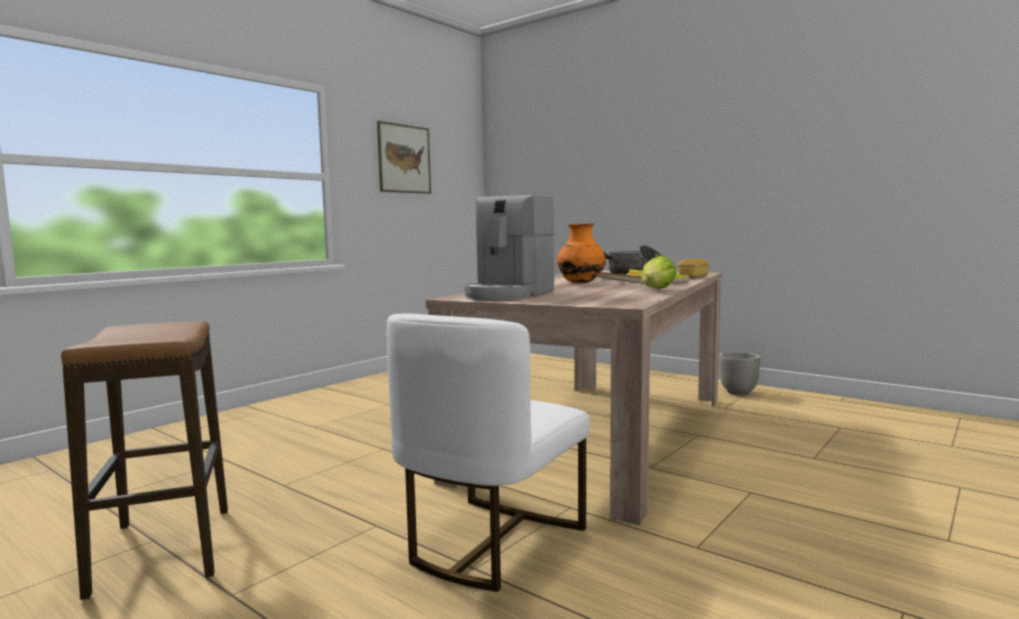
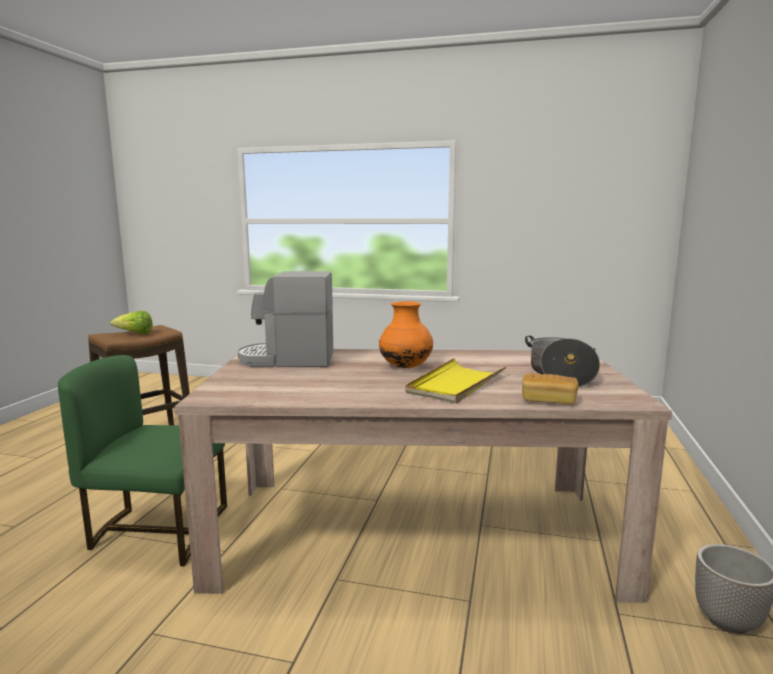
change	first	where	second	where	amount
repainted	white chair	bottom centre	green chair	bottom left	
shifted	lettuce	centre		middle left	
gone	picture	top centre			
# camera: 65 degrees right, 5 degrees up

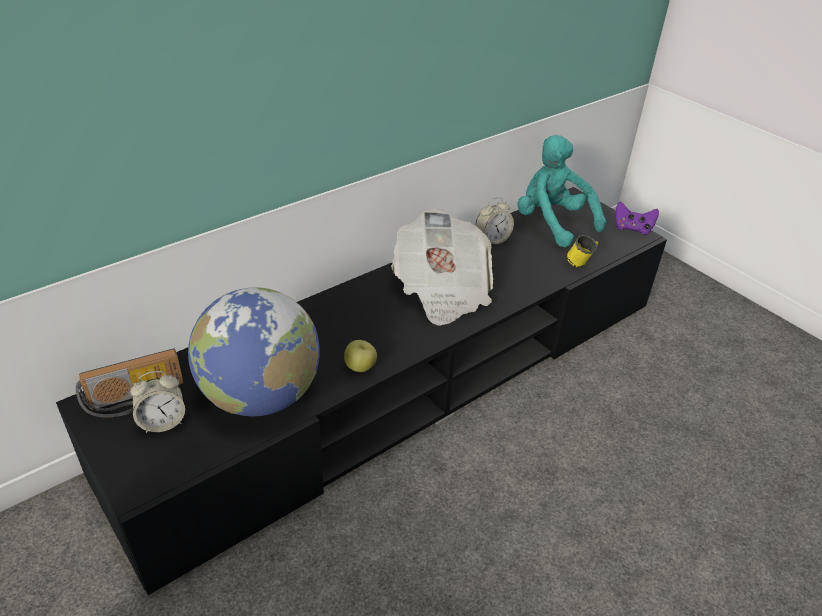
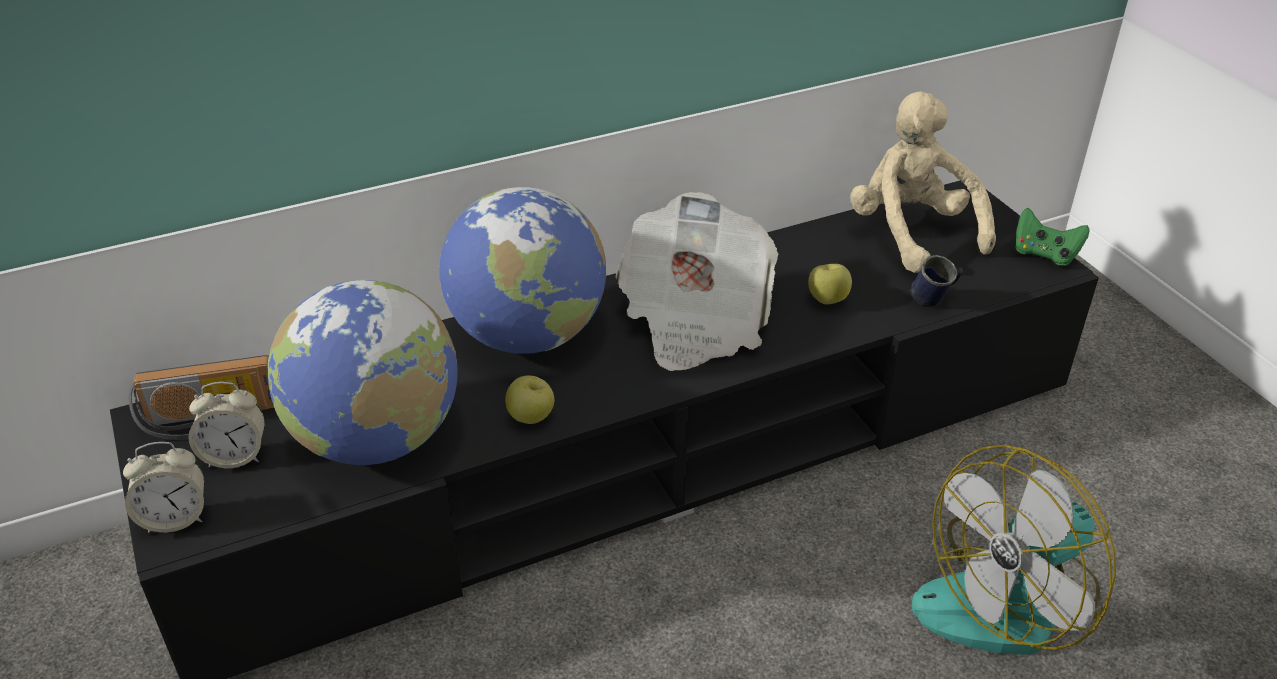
change	first	where	second	where	amount
shifted	alarm clock (no. 2 from left in the first image)	centre	alarm clock (no. 1 from left)	bottom left	
new			globe (no. 2 from left)	centre	
new			apple (no. 2 from left)	centre	
repainted	turquoise plush toy	top right	beige plush toy	top right	
repainted	yellow mug	middle right	blue mug	middle right	
new			fan	bottom right	
repainted	purple game controller	middle right	green game controller	middle right	
# camera: 15 degrees right, 0 degrees up

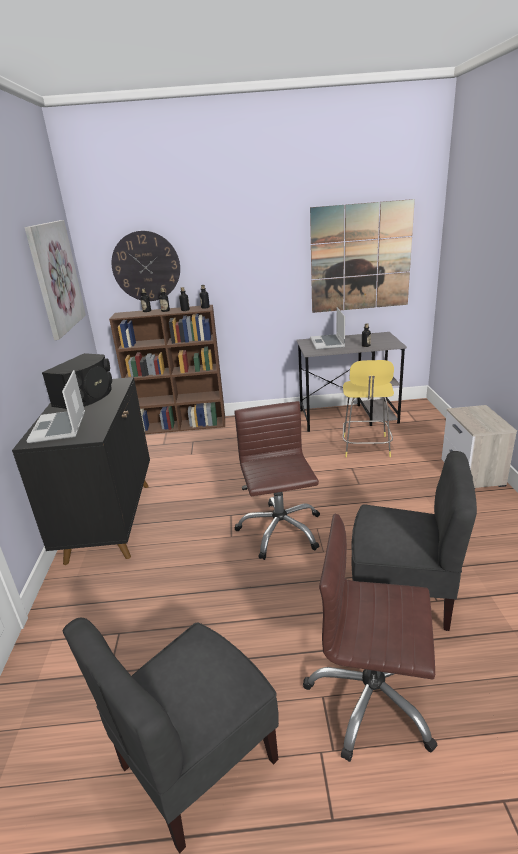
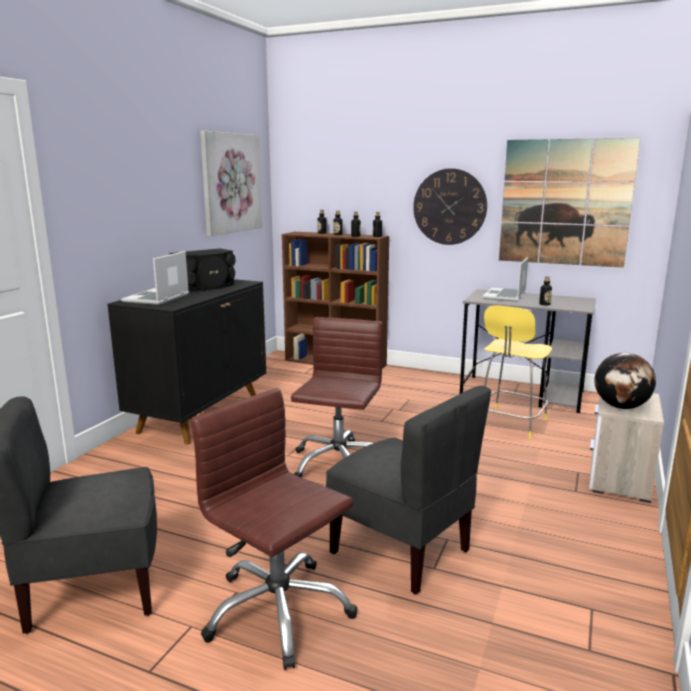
change	first	where	second	where	amount
shifted	wall clock	top left		top centre	
new			globe	middle right	
# camera: 25 degrees right, 10 degrees down

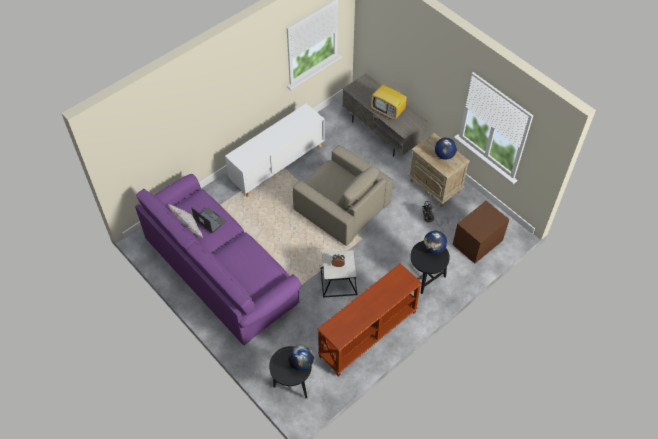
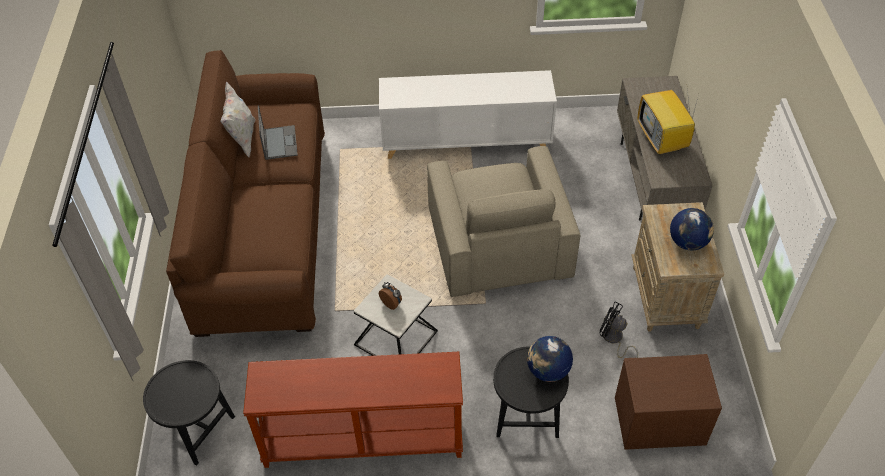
change	first	where	second	where	amount
repainted	purple sofa	middle left	brown sofa	middle left	
gone	globe (no. 1 from left)	bottom centre			
# camera: 40 degrees right, 5 degrees down

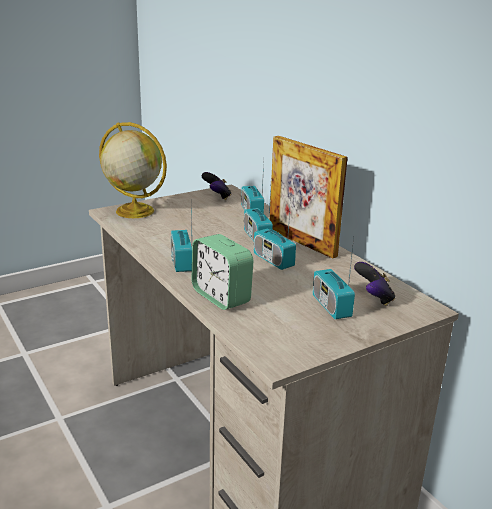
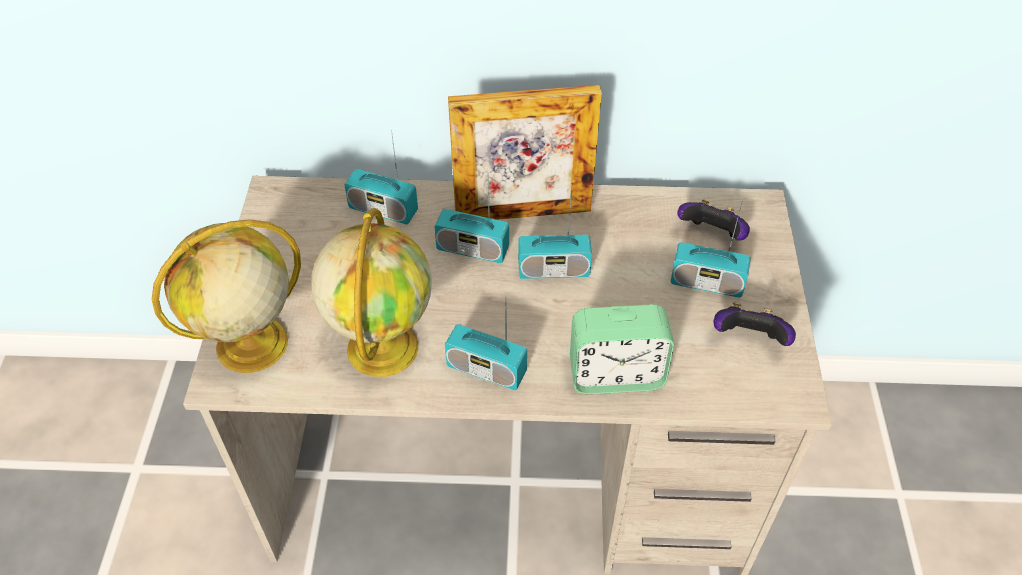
change	first	where	second	where	amount
new			globe (no. 2 from left)	centre	
shifted	game controller (no. 1 from left in the first image)	centre	game controller (no. 2 from left)	middle right	
# camera: 55 degrees left, 25 degrees up

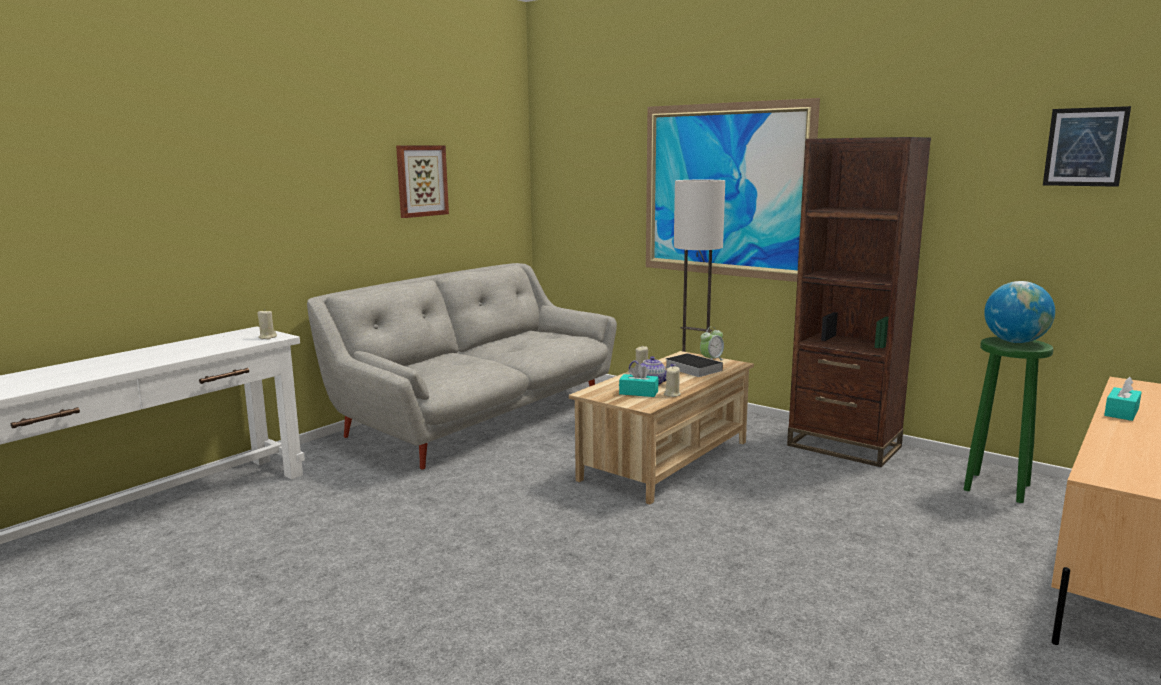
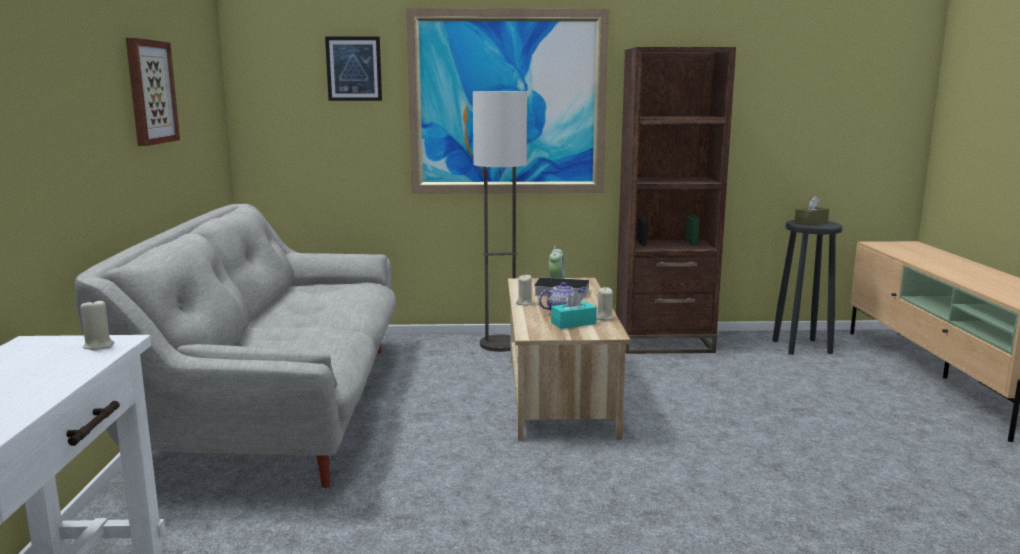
change	first	where	second	where	amount
shifted	picture (no. 3 from left in the first image)	top right	picture (no. 2 from left)	top centre	
repainted	green stool	middle right	black stool	middle right	
swapped	globe	middle right	brown tissue box	middle right	
gone	turquoise tissue box (no. 2 from left)	middle right			
# camera: 40 degrees left, 0 degrees up

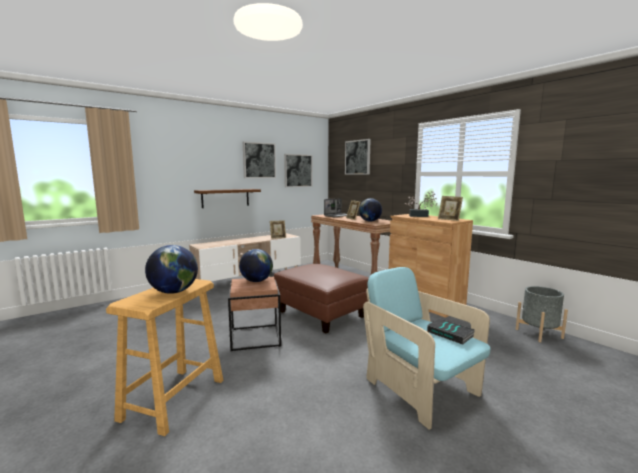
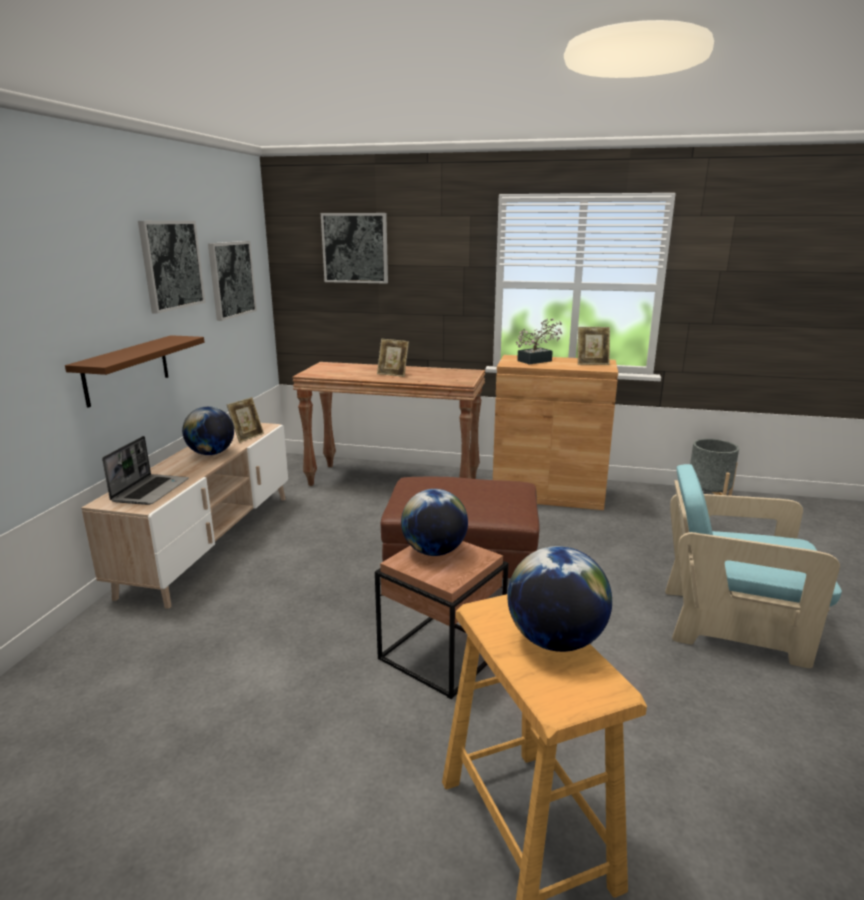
change	first	where	second	where	amount
shifted	laptop	centre		middle left	
shifted	globe (no. 3 from left in the first image)	centre	globe (no. 1 from left)	middle left	
gone	book	bottom right			
# camera: 40 degrees left, 10 degrees up

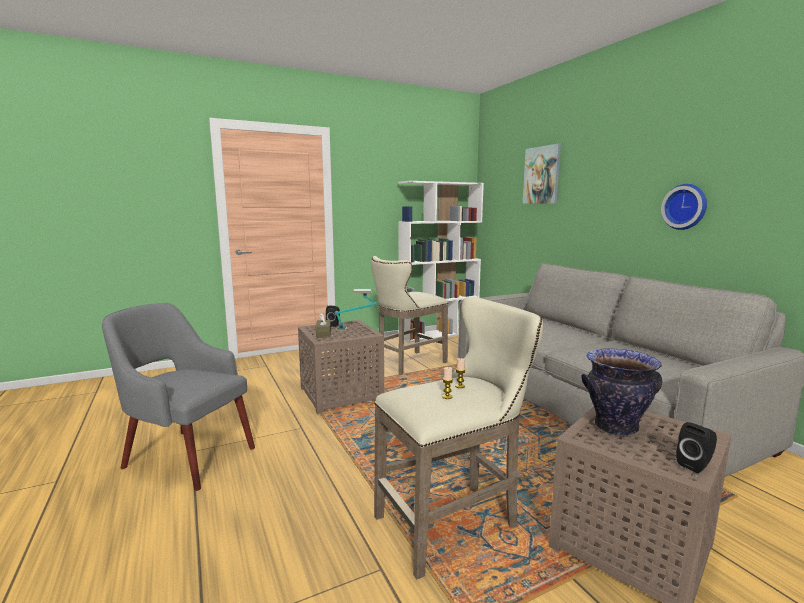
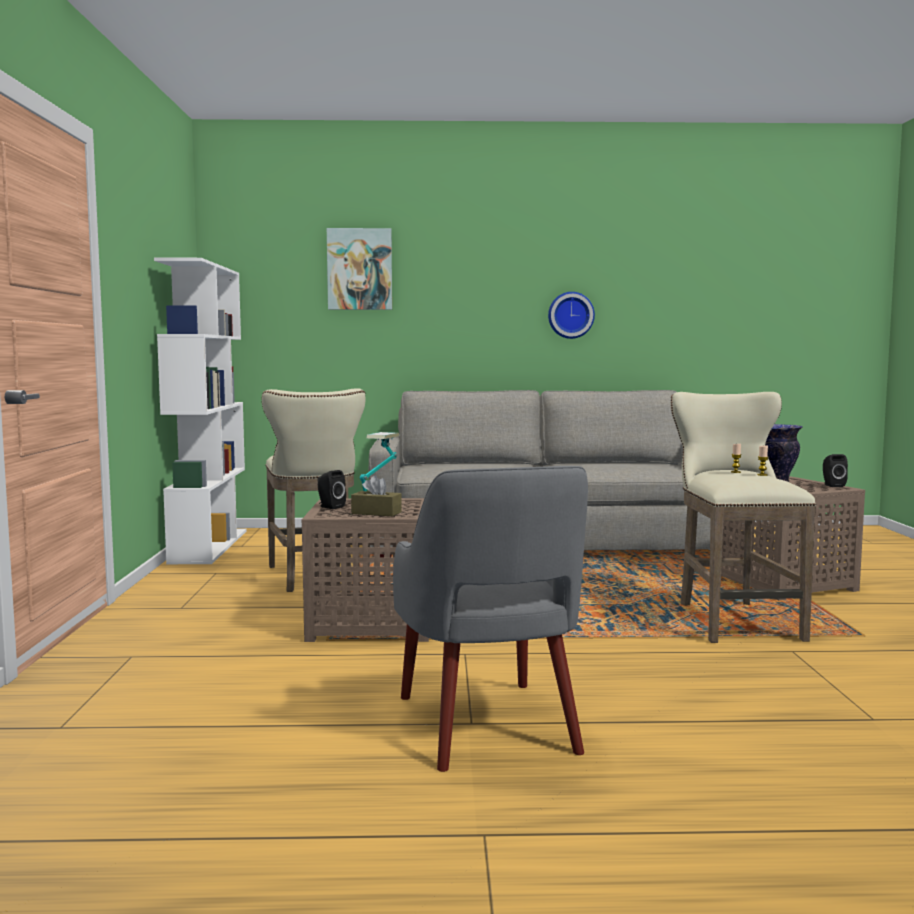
change	first	where	second	where	amount
rotated	grey armchair	middle left		bottom centre	60 degrees counterclockwise
# camera: 65 degrees left, 5 degrees down

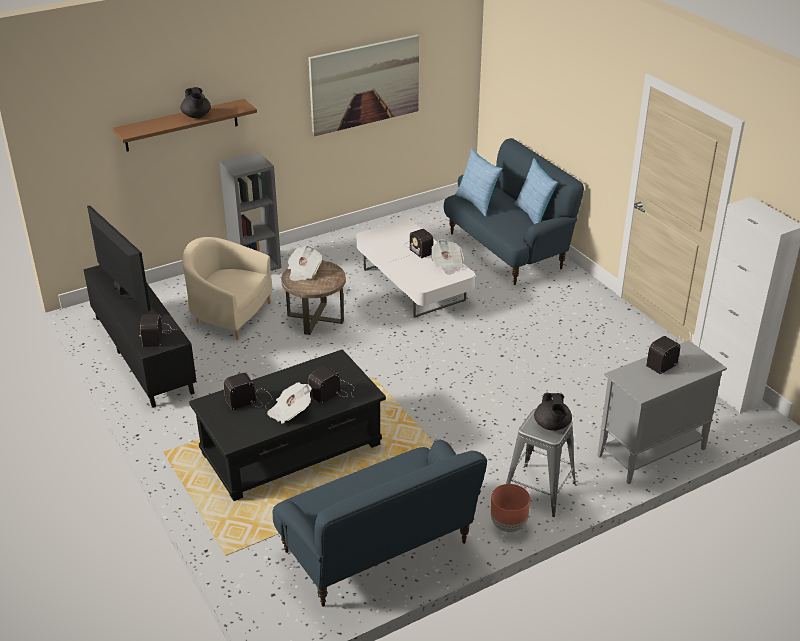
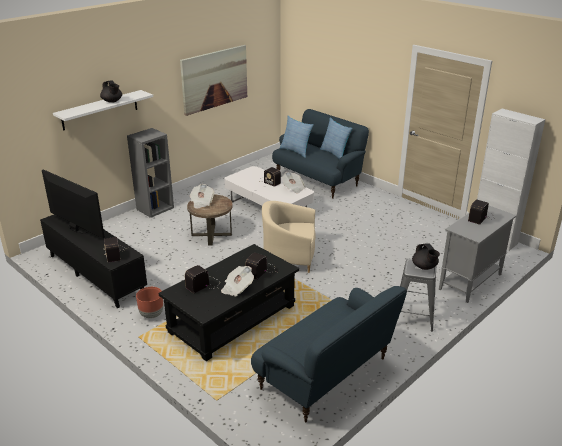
change	first	where	second	where	amount
repainted	brown shelf	top left	white shelf	top left	
shifted	brown planter	bottom centre		bottom left	
shifted	beige armchair	middle left		centre	
# camera: 15 degrees left, 5 degrees down

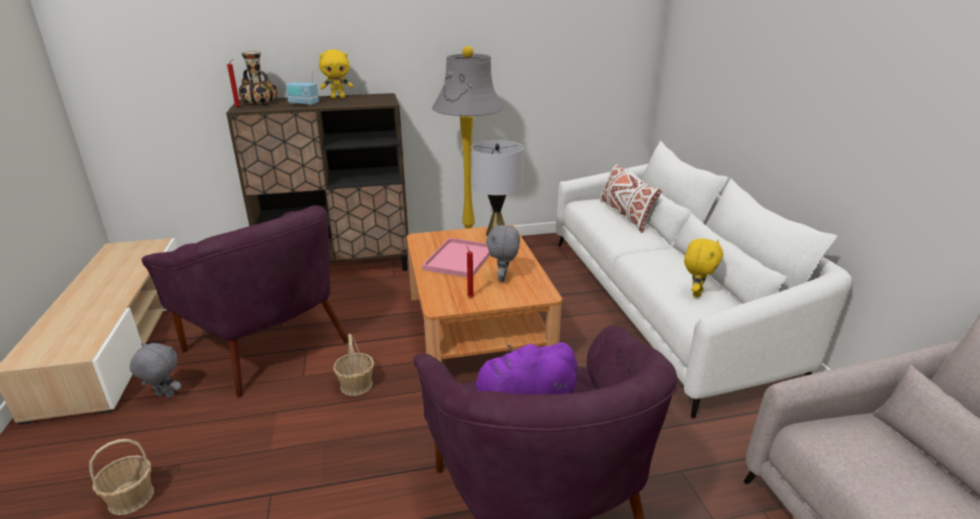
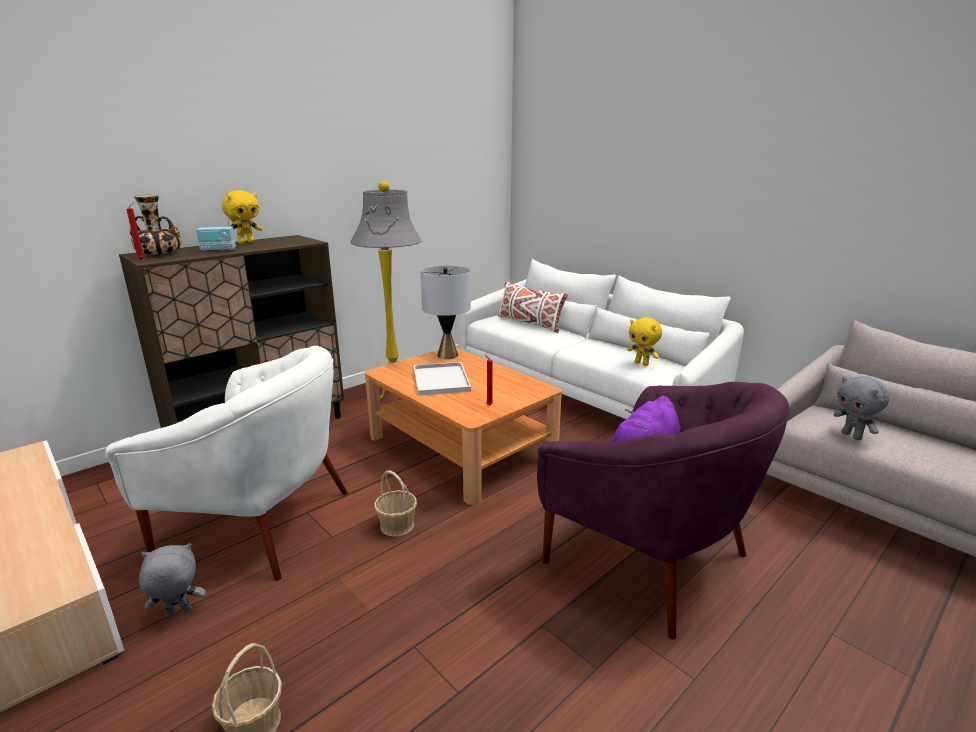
change	first	where	second	where	amount
repainted	purple armchair (no. 1 from left)	middle left	white armchair	middle left	
repainted	pink tray	centre	white tray	centre	
rotated	yellow plush toy (no. 2 from left)	middle right		centre	135 degrees clockwise
shifted	grey plush toy (no. 2 from left)	centre		middle right	
# camera: 30 degrees left, 5 degrees down

